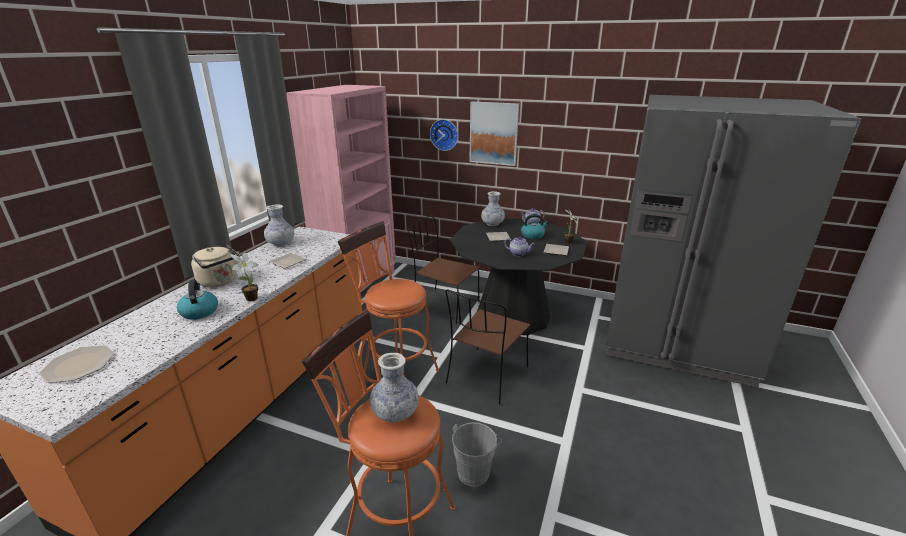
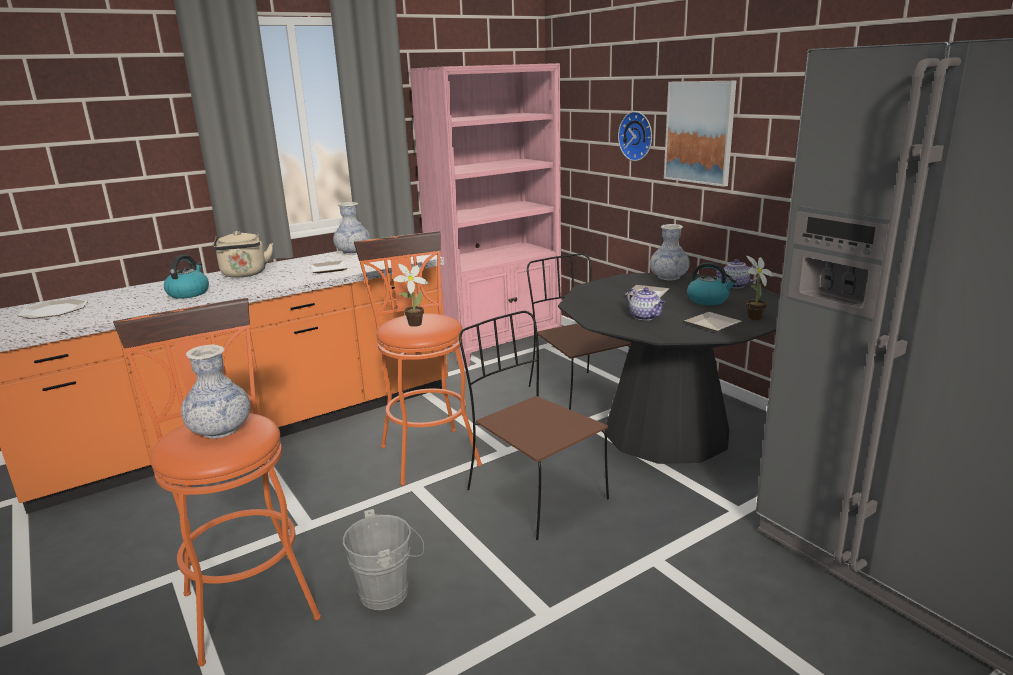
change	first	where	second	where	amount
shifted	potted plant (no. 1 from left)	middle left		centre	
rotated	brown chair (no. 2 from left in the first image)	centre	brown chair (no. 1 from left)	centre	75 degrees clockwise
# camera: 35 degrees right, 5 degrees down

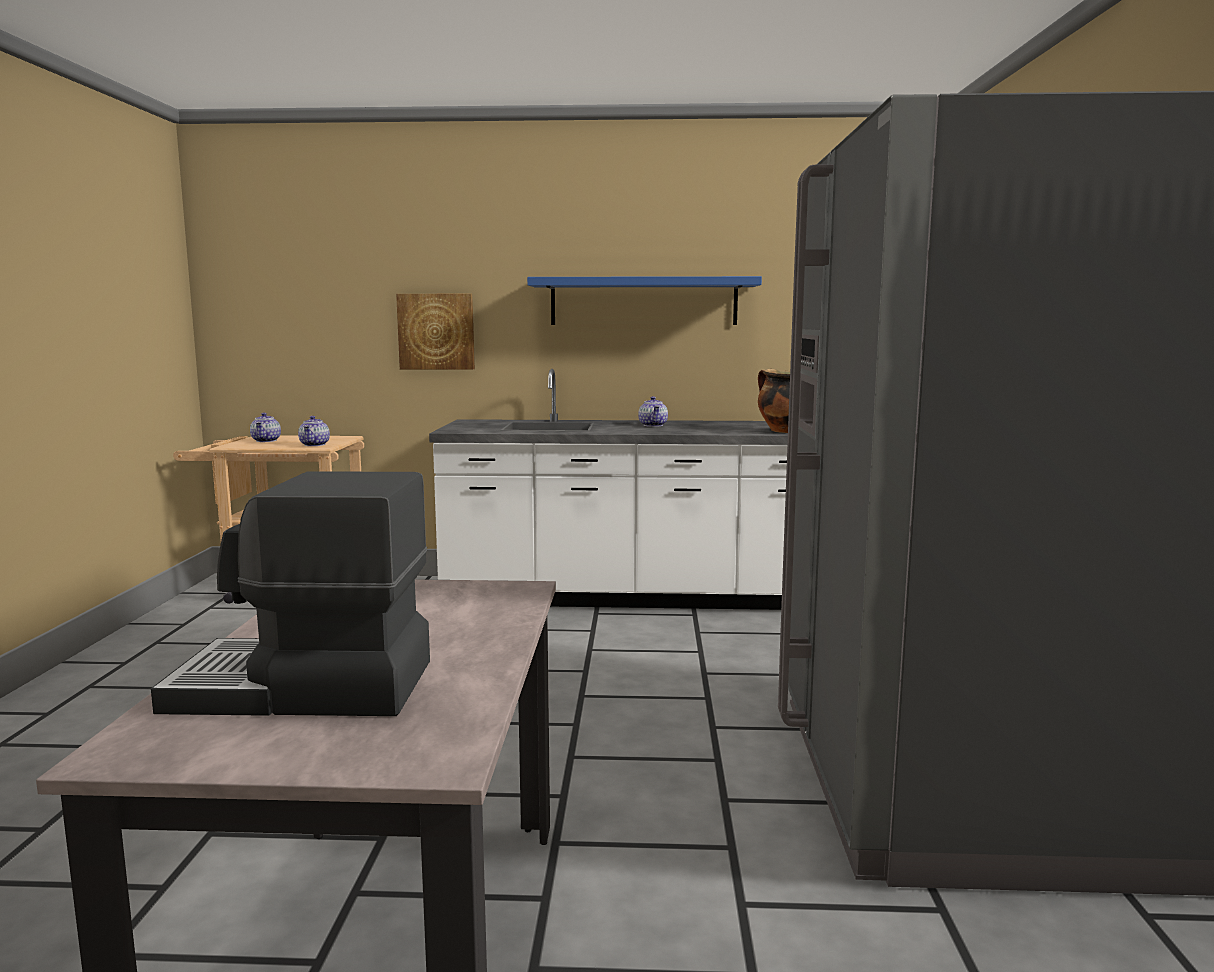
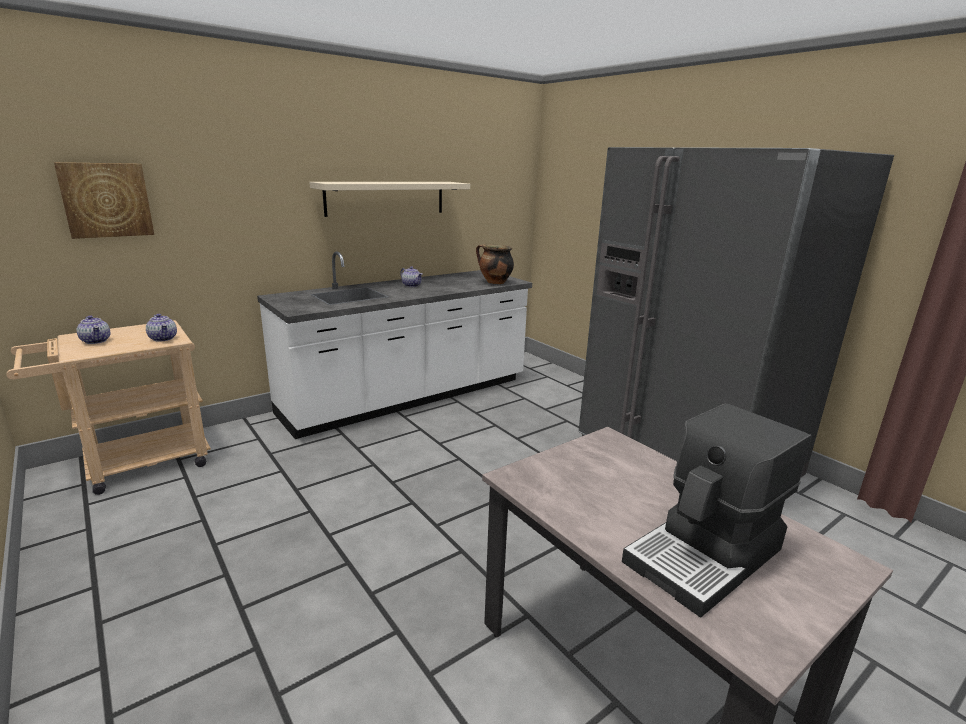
change	first	where	second	where	amount
shifted	picture	centre		top left	
repainted	blue shelf	top centre	beige shelf	top centre	
# camera: 40 degrees left, 10 degrees up

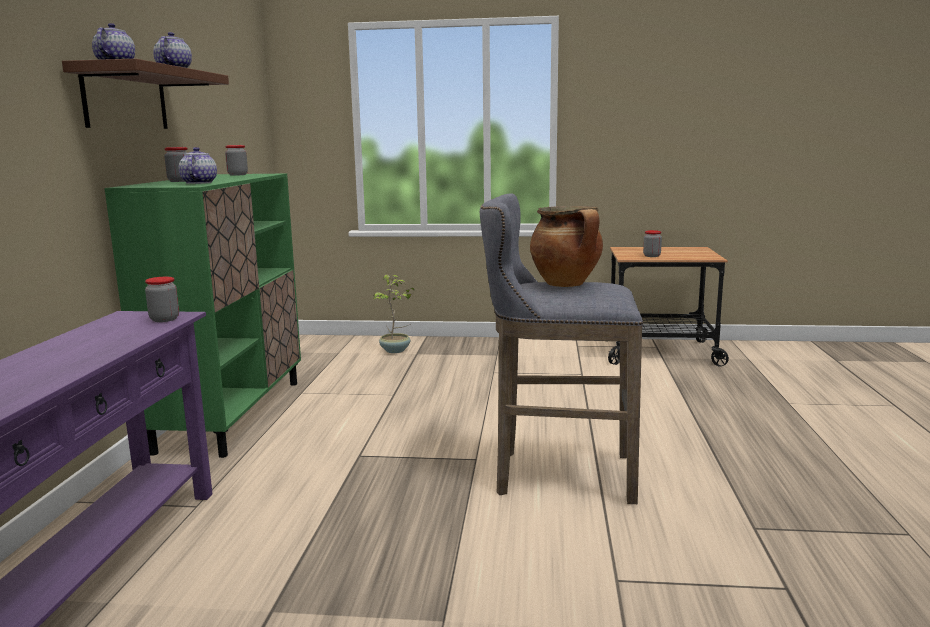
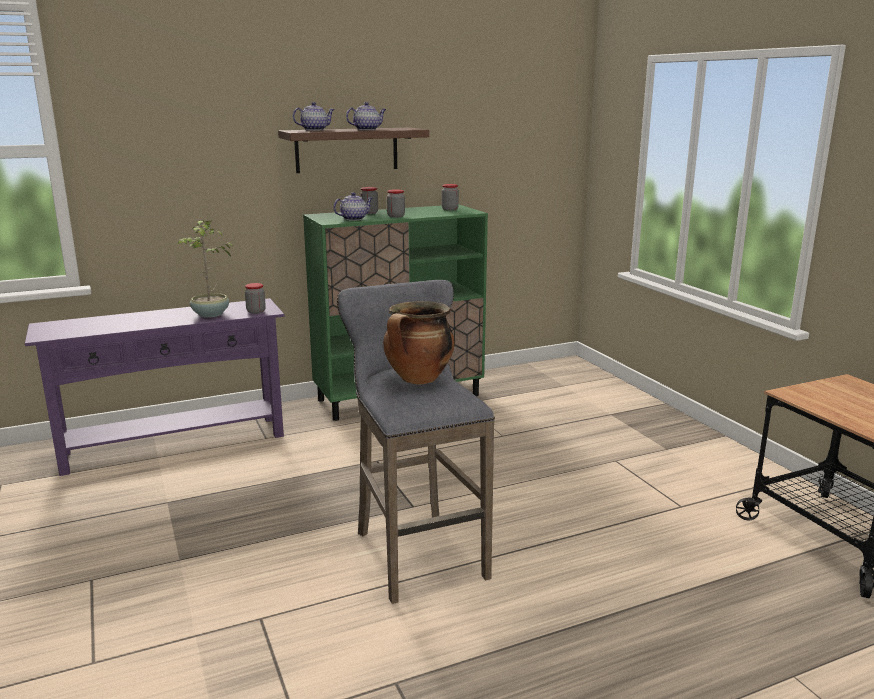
change	first	where	second	where	amount
shifted	potted plant	centre		middle left	
shifted	jar (no. 4 from left in the first image)	middle right	jar (no. 3 from left)	top centre	
# camera: 60 degrees right, 5 degrees up

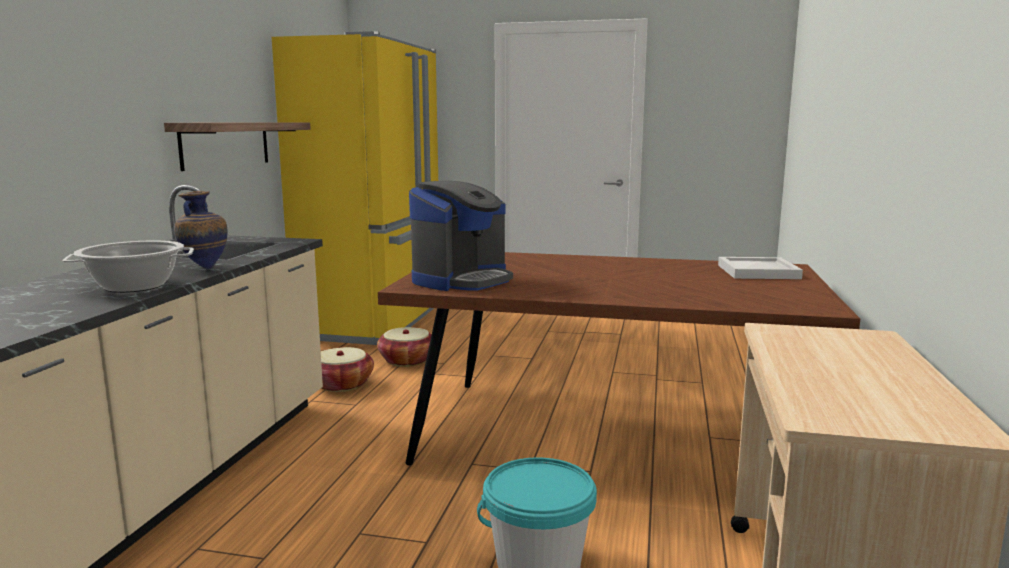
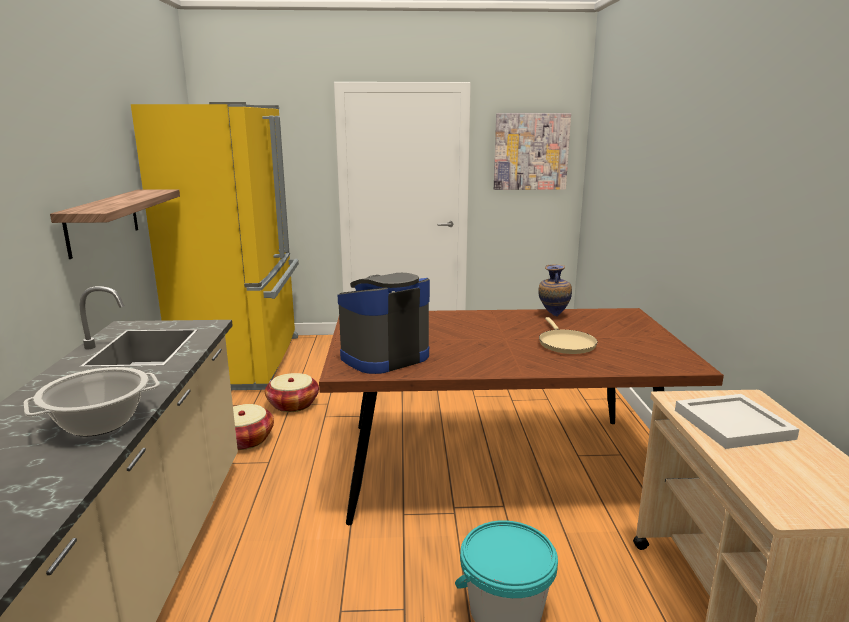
change	first	where	second	where	amount
rotated	coffee machine	centre		centre	150 degrees counterclockwise
new			picture	top centre	
shifted	vase	middle left		centre	
new			beige frying pan	middle right	
shifted	white tray	middle right		bottom right	
# camera: 15 degrees left, 5 degrees up

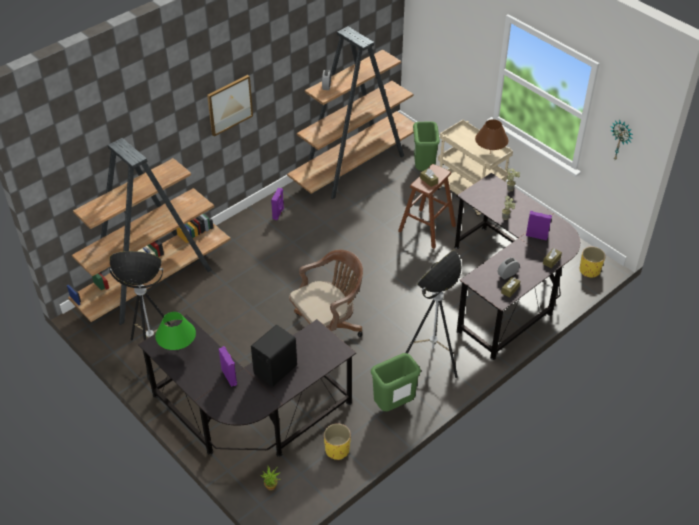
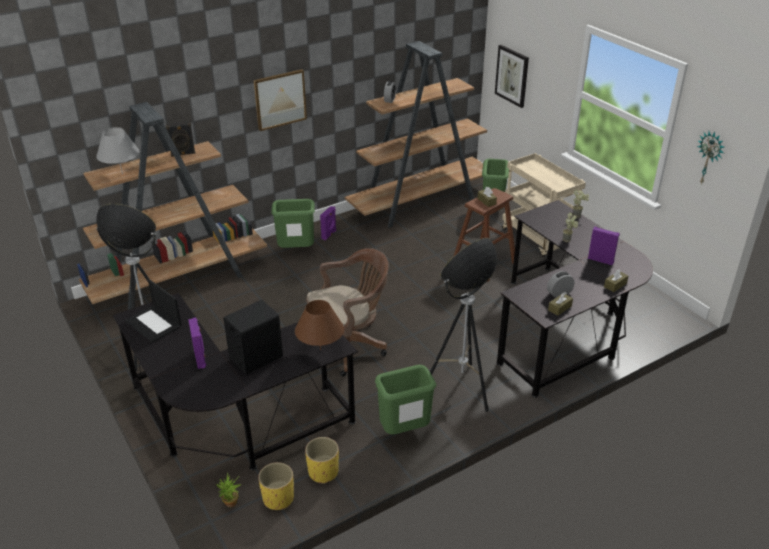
change	first	where	second	where	amount
new			grey table lamp	top left	
swapped	green table lamp	middle left	laptop	middle left	
new			black speaker (no. 1 from left)	top left	
shifted	yellow planter (no. 2 from left in the first image)	middle right	yellow planter (no. 1 from left)	bottom centre	
new			green trash can (no. 1 from left)	centre	
shifted	brown table lamp	top right		centre	
new			picture (no. 2 from left)	top centre	
# camera: 10 degrees right, 10 degrees down

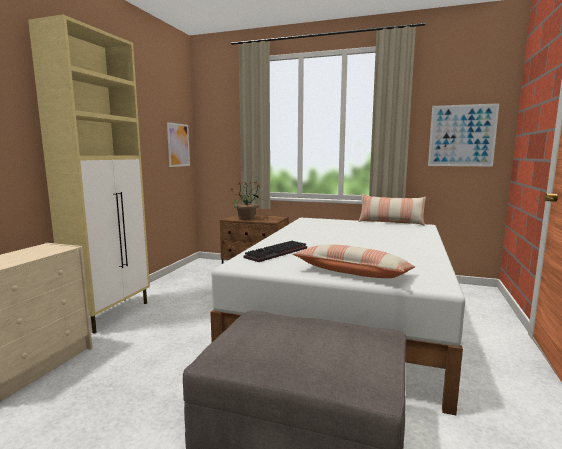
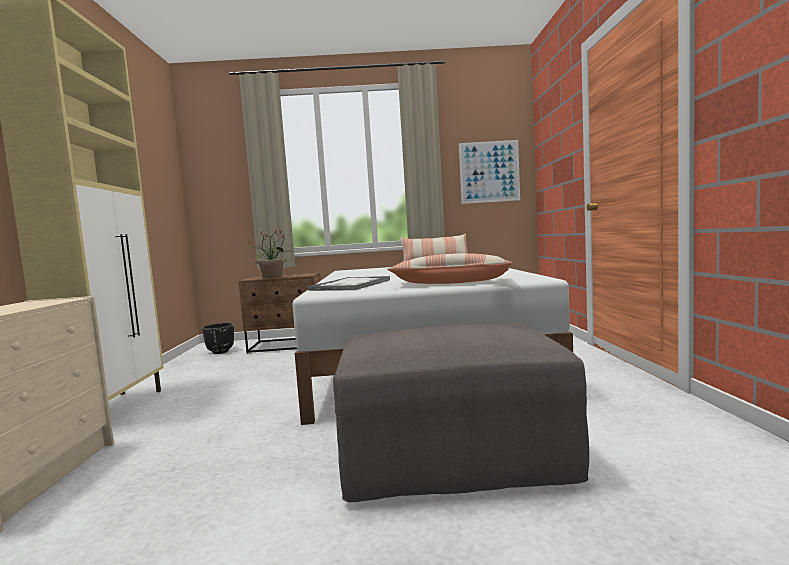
change	first	where	second	where	amount
new			black planter	middle left	
swapped	keyboard	centre	tray	centre	
gone	picture (no. 1 from left)	top left			
# camera: 20 degrees left, 5 degrees down

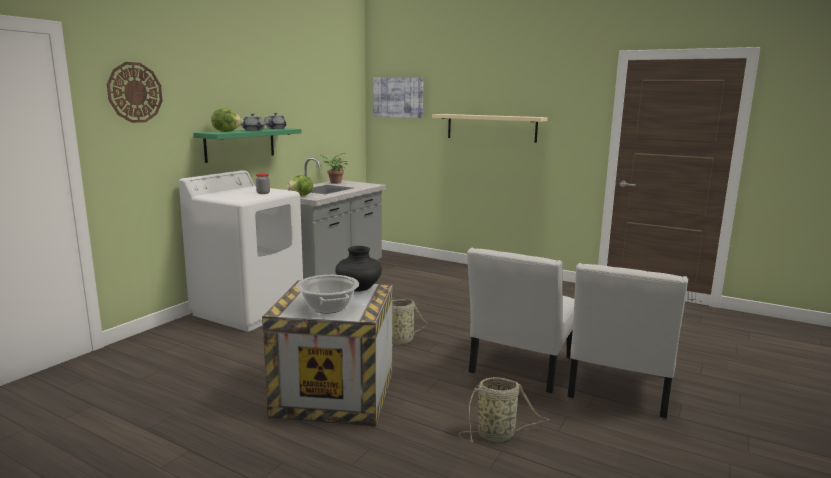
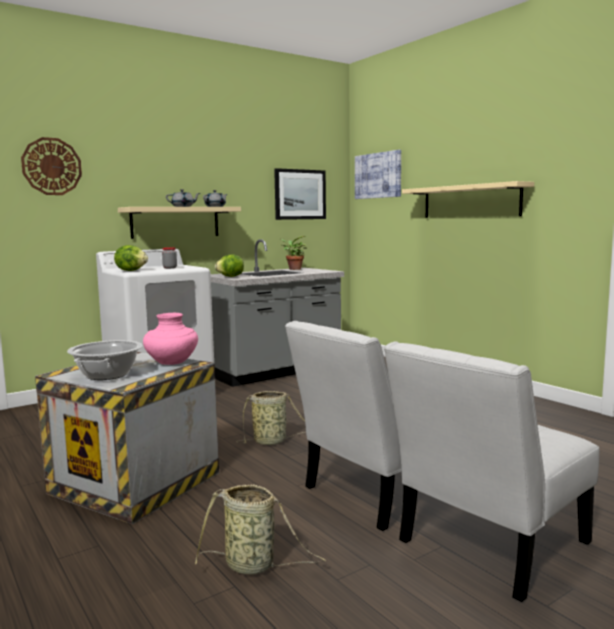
change	first	where	second	where	amount
shifted	lettuce (no. 1 from left)	top left		middle left	
repainted	green shelf	top left	beige shelf (no. 1 from left)	middle left	
repainted	black vase	centre	pink vase	middle left	
new			picture (no. 1 from left)	top centre	
# camera: 25 degrees right, 5 degrees down

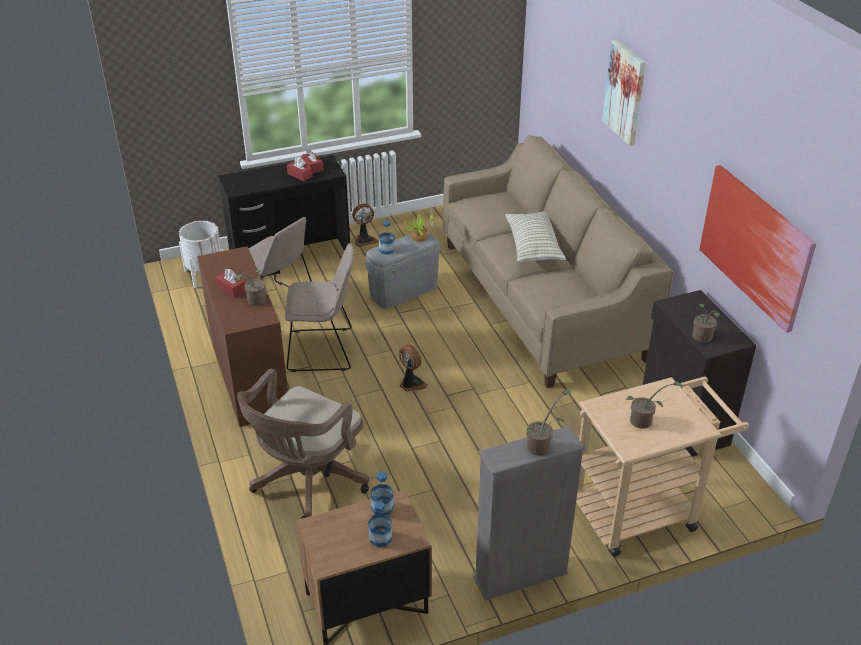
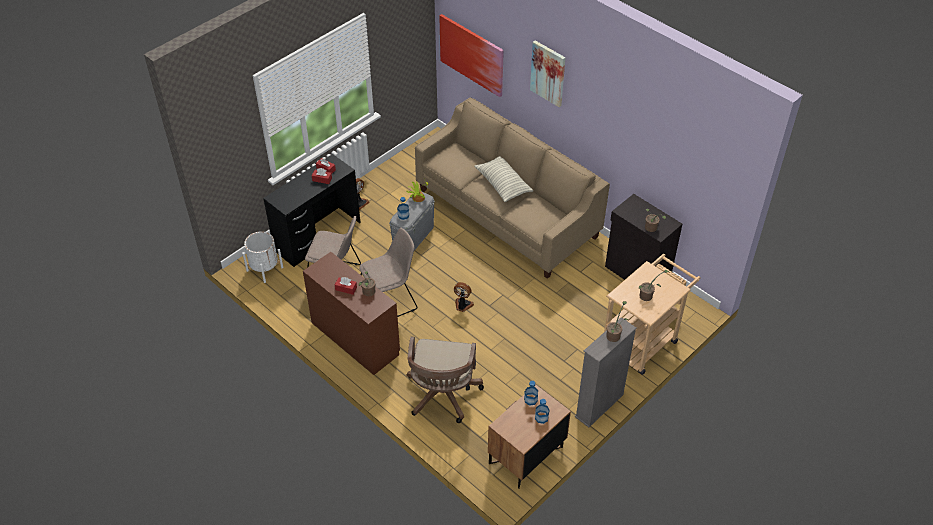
change	first	where	second	where	amount
shifted	picture (no. 2 from left in the first image)	middle right	picture (no. 1 from left)	top centre	
# camera: 25 degrees left, 10 degrees up

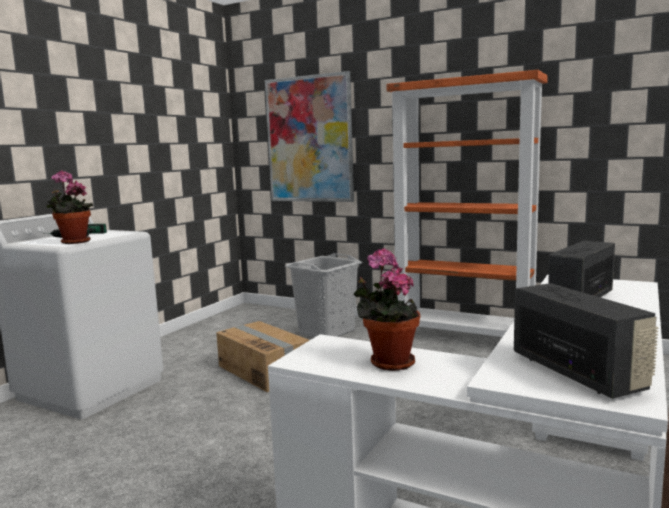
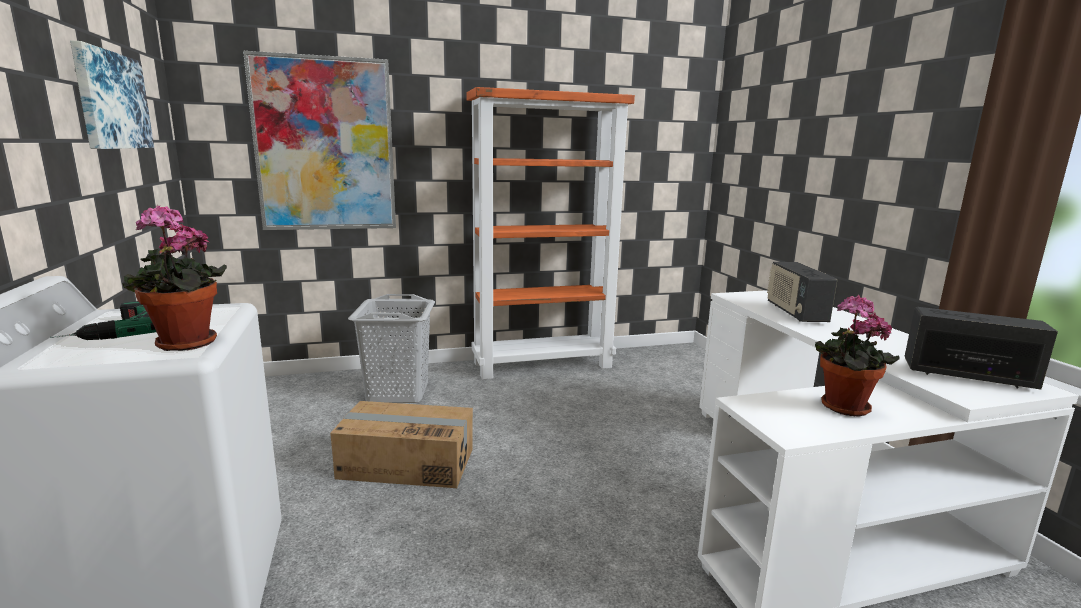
change	first	where	second	where	amount
new			picture (no. 1 from left)	top left	
# camera: 45 degrees left, 5 degrees up

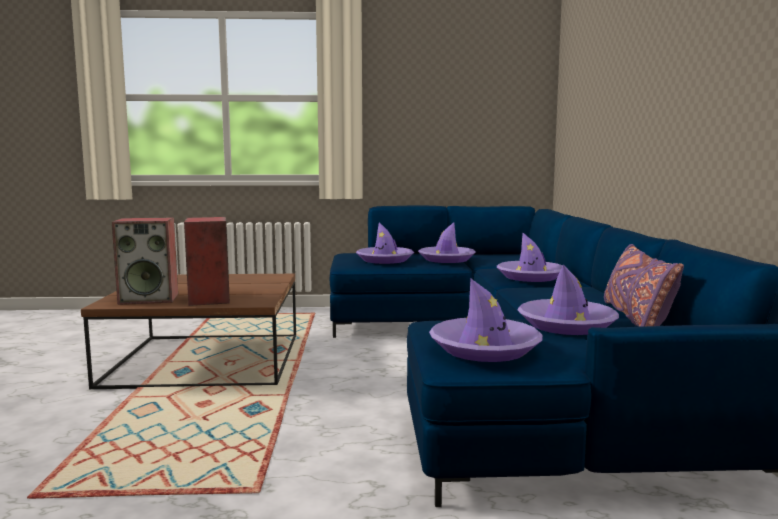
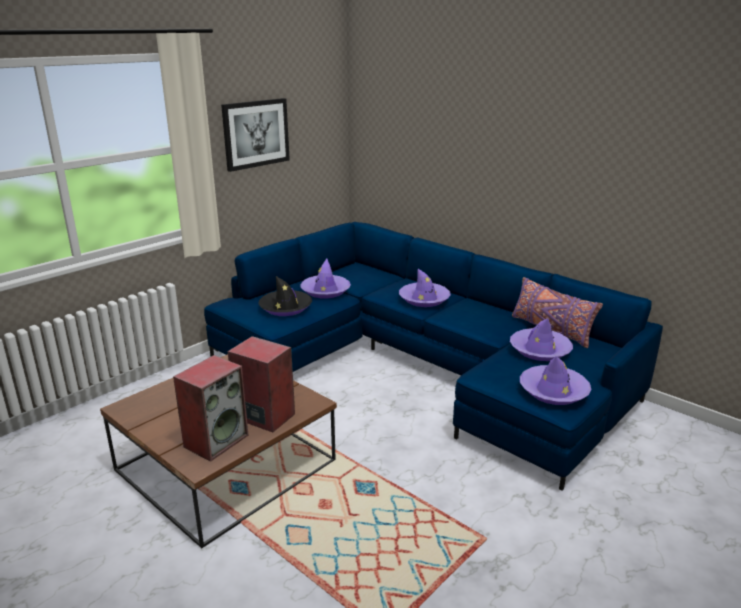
change	first	where	second	where	amount
new			picture	top centre	
repainted	purple hat (no. 1 from left)	centre	black hat	centre	
# camera: 45 degrees left, 15 degrees up

